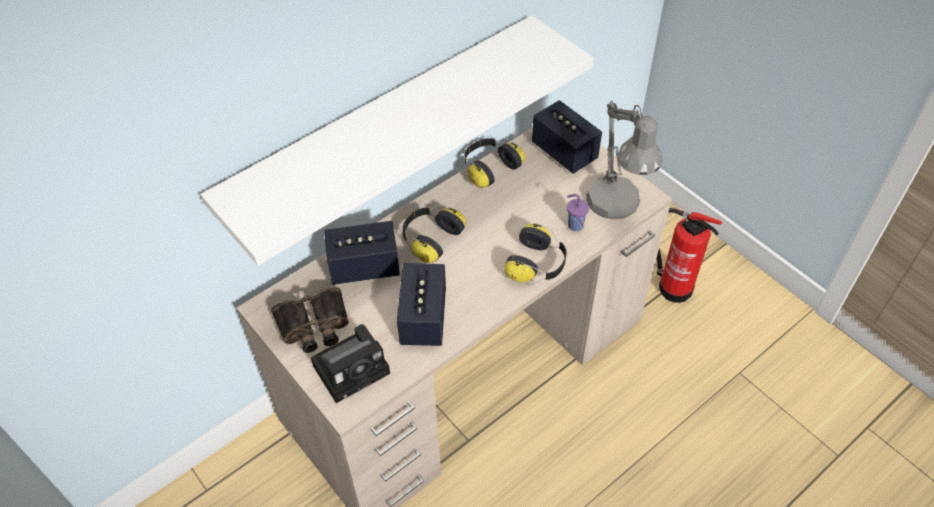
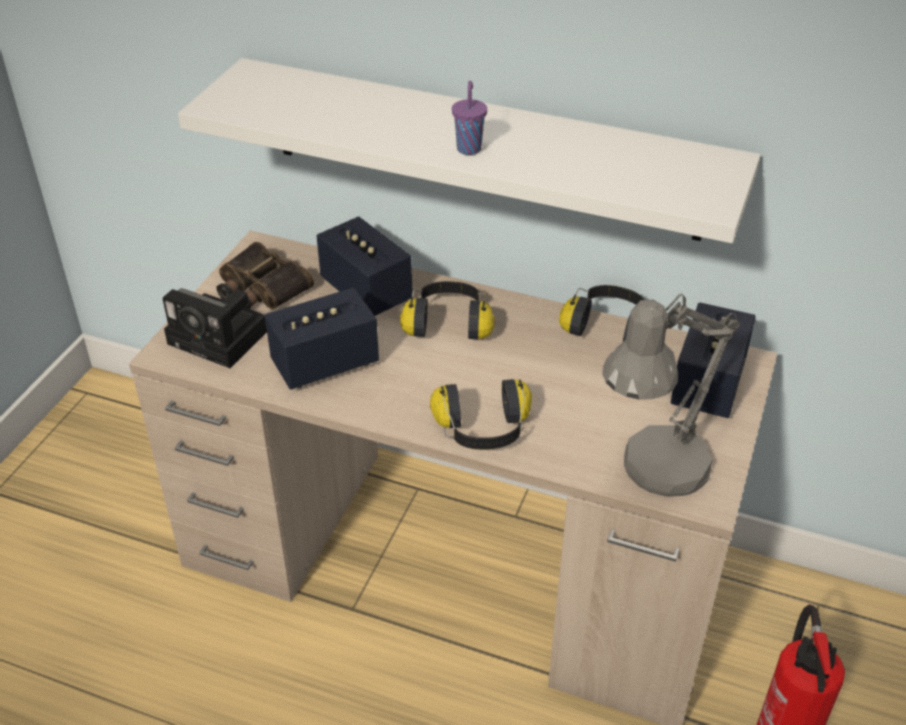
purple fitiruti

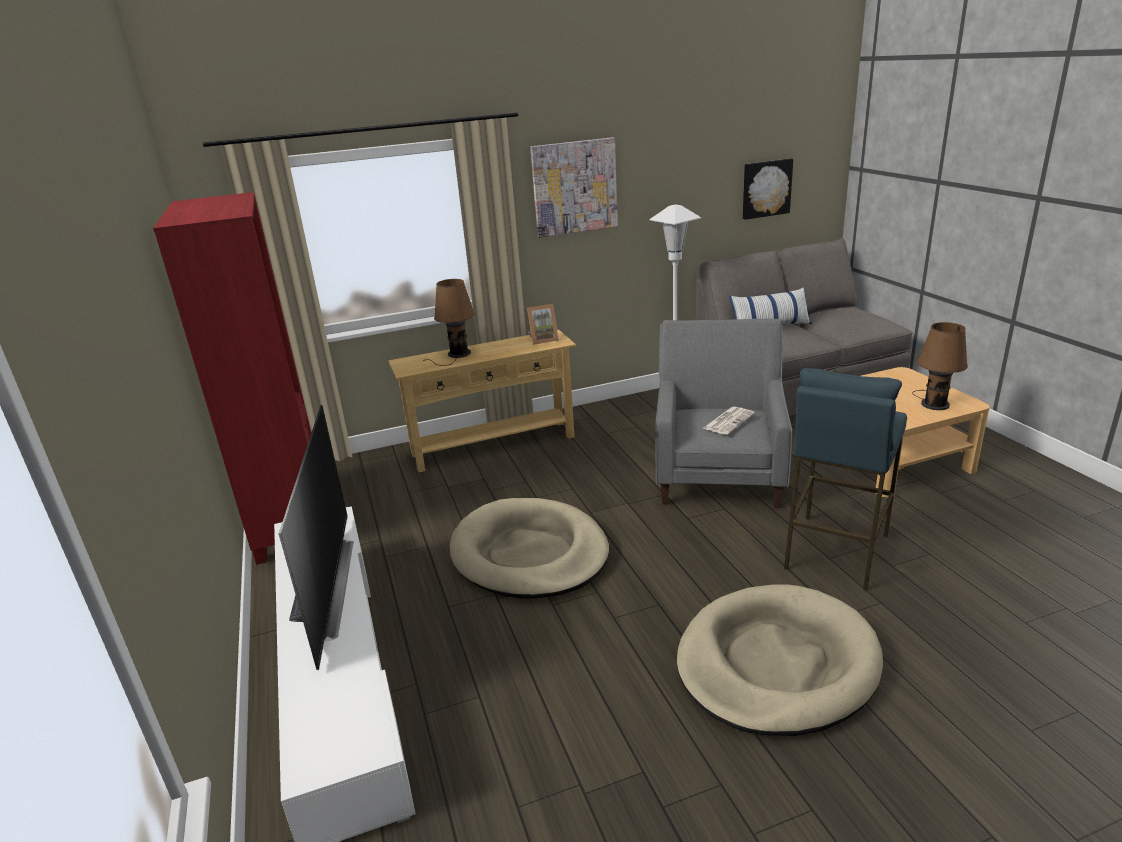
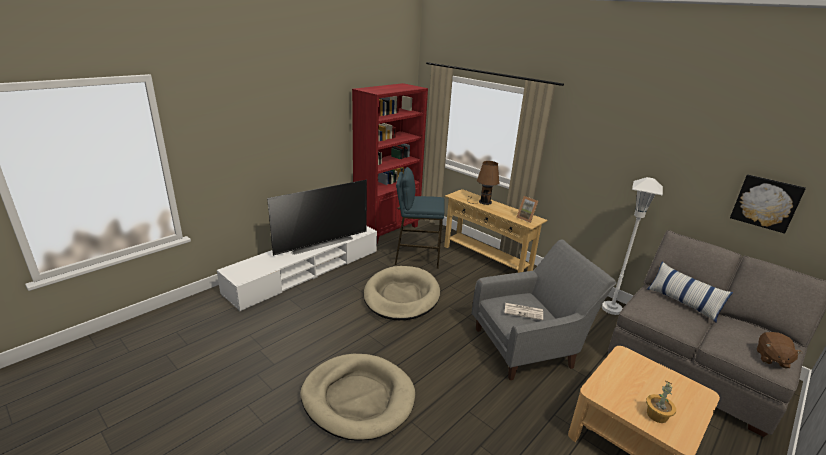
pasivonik (1st from left in the first image); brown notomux; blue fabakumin; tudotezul

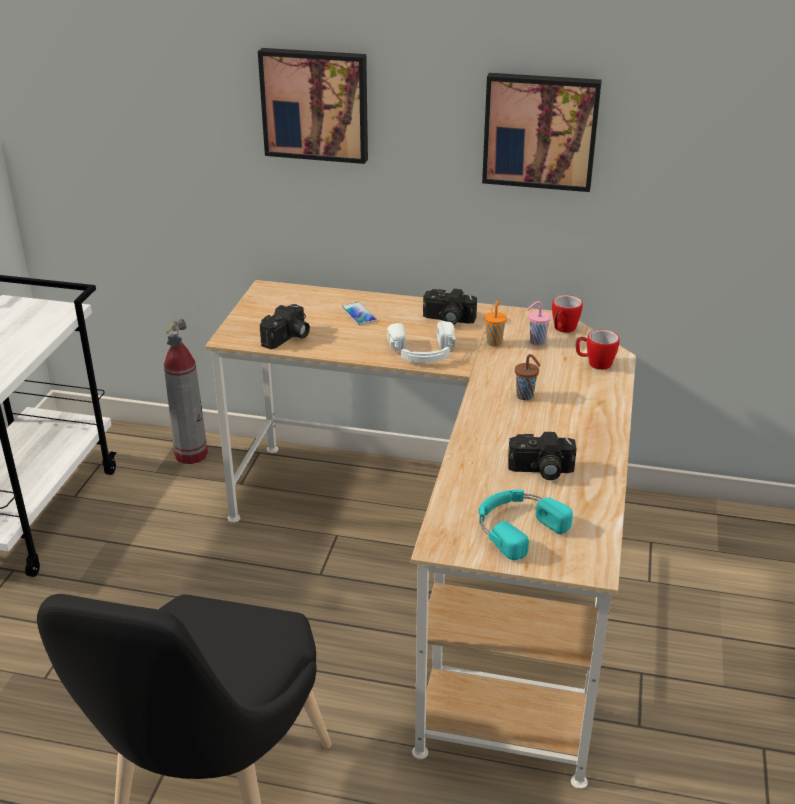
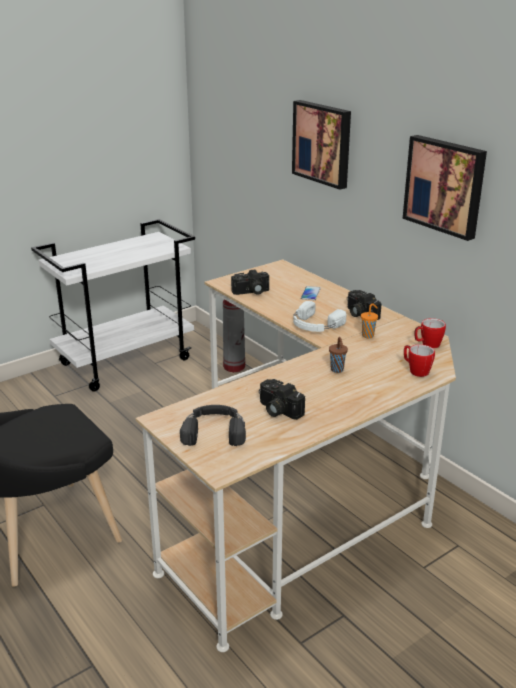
pink fitiruti; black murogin

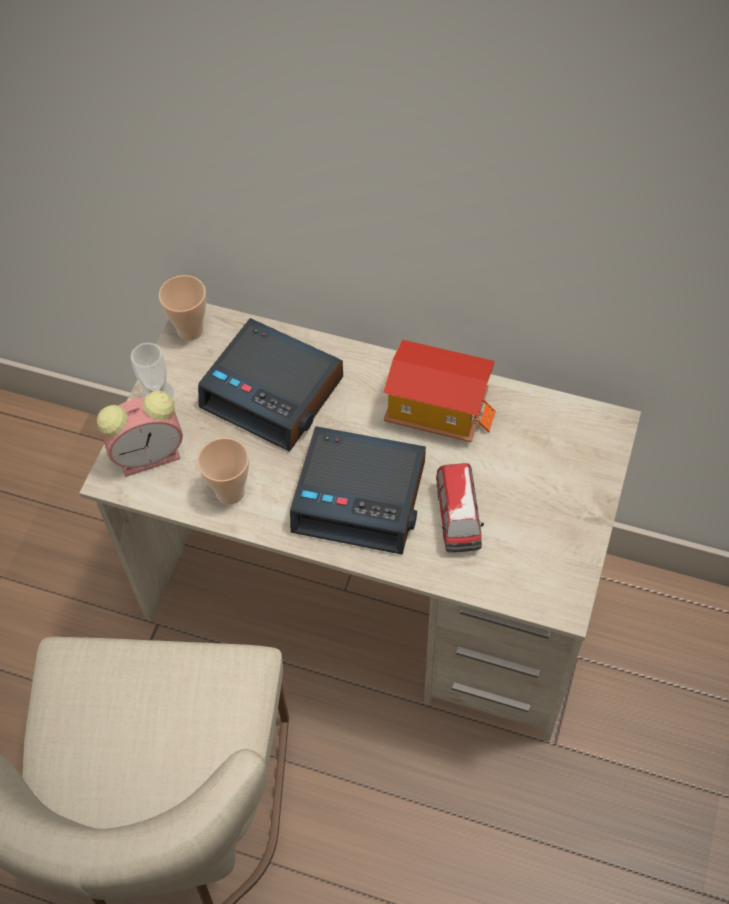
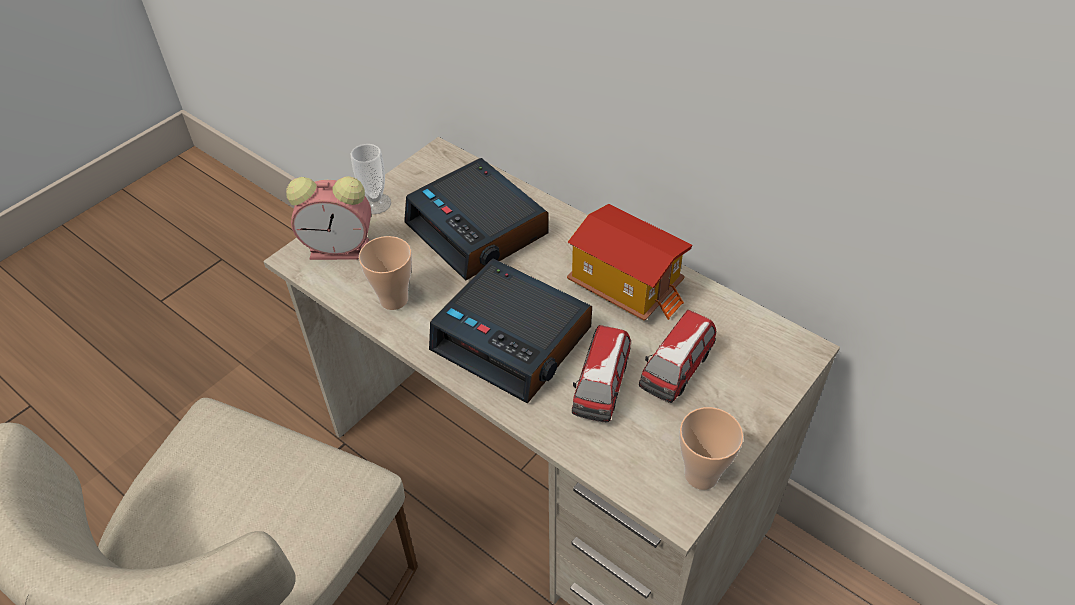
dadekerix (2nd from left); fitiruti (3rd from left)

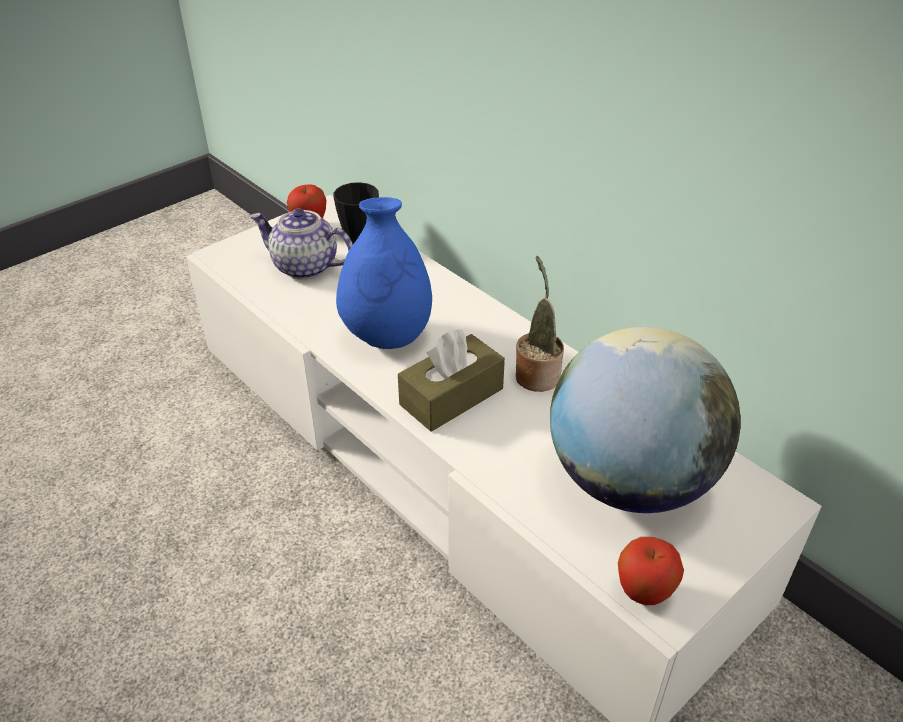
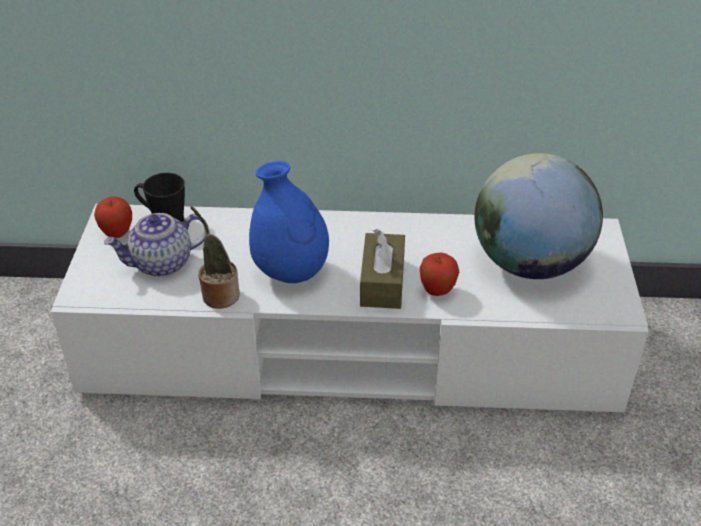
tudotezul; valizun (2nd from left)

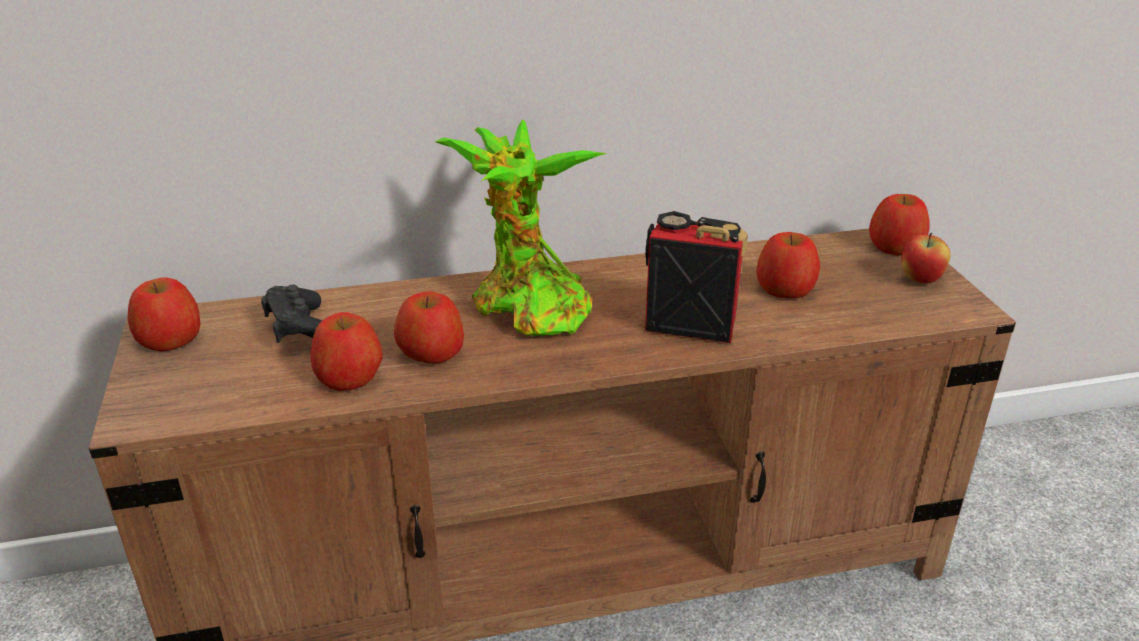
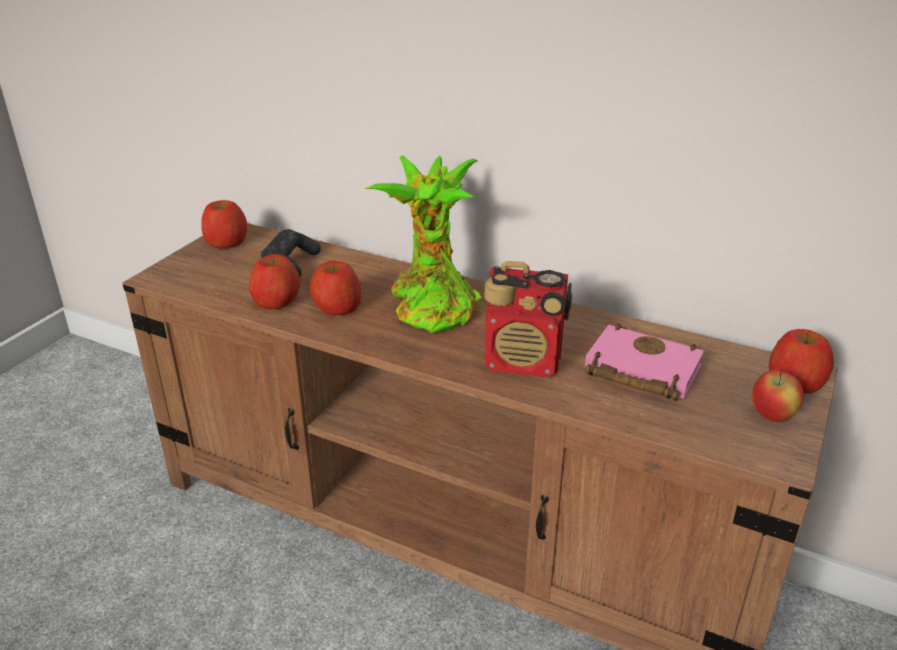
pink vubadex; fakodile

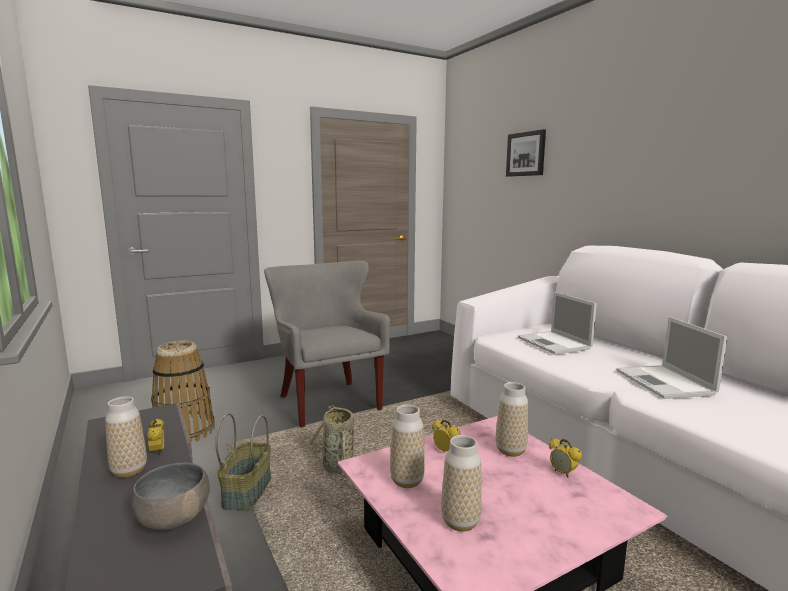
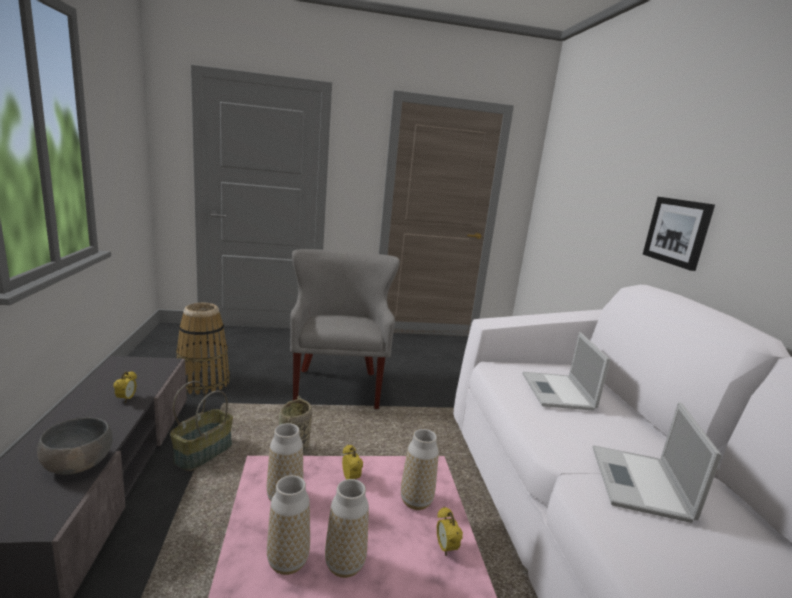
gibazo (3rd from left); pasivonik

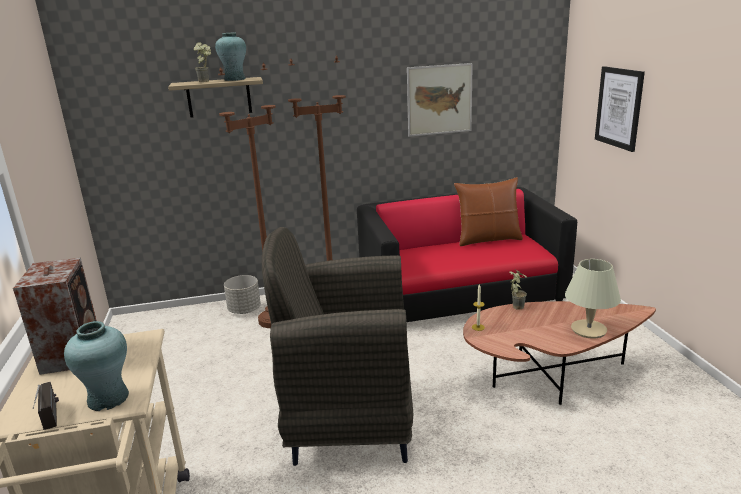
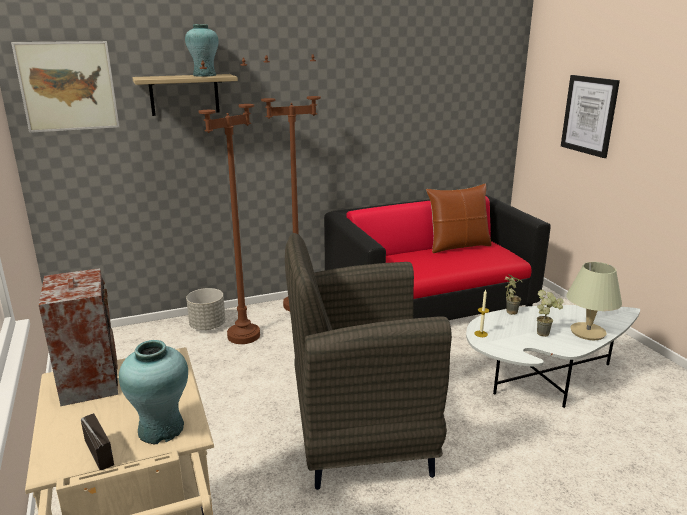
tudotezul (2nd from left); pasivonik (1st from left); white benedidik

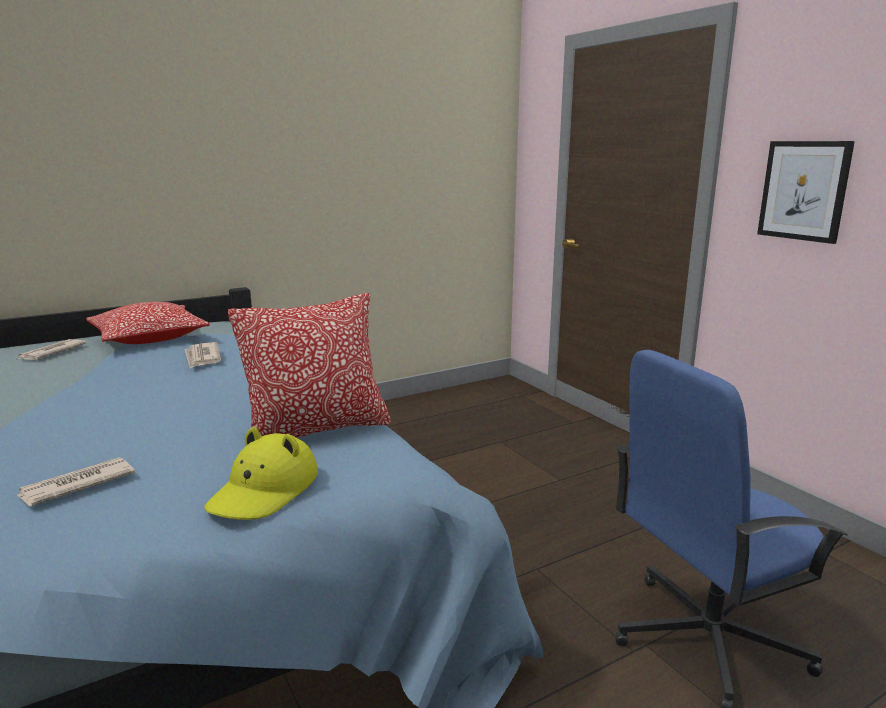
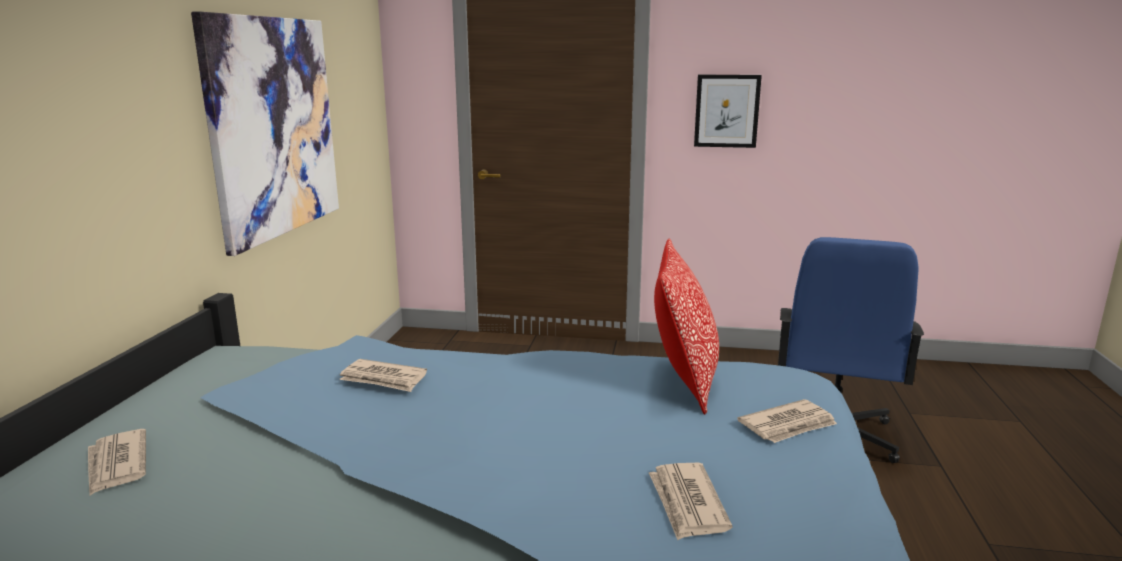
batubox (1st from left in the first image); pasivonik (1st from left); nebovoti (4th from left)

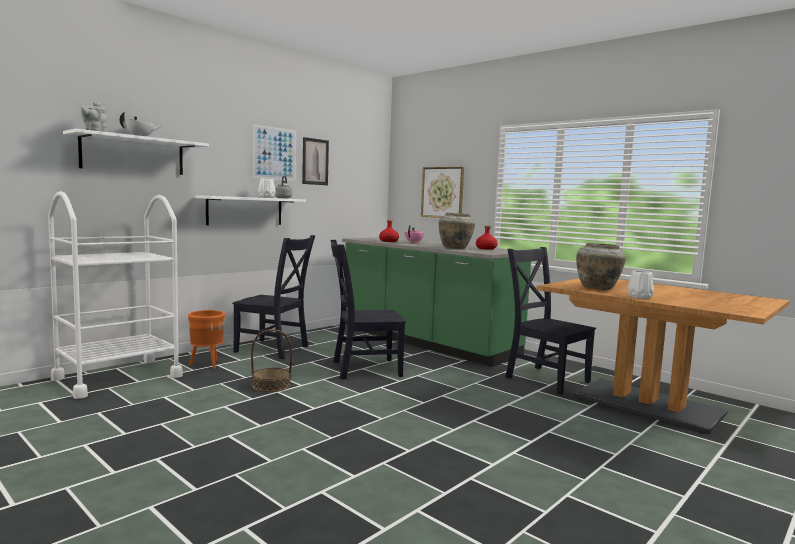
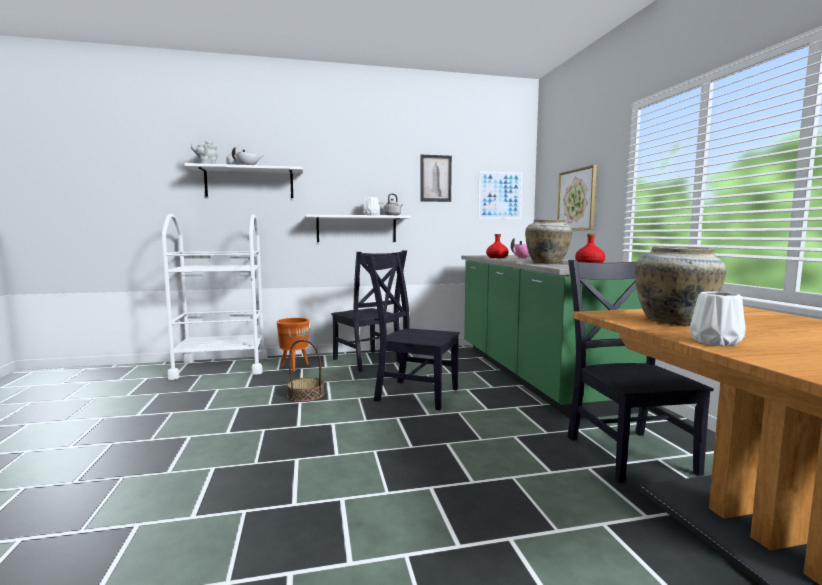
pasivonik (2nd from left)

